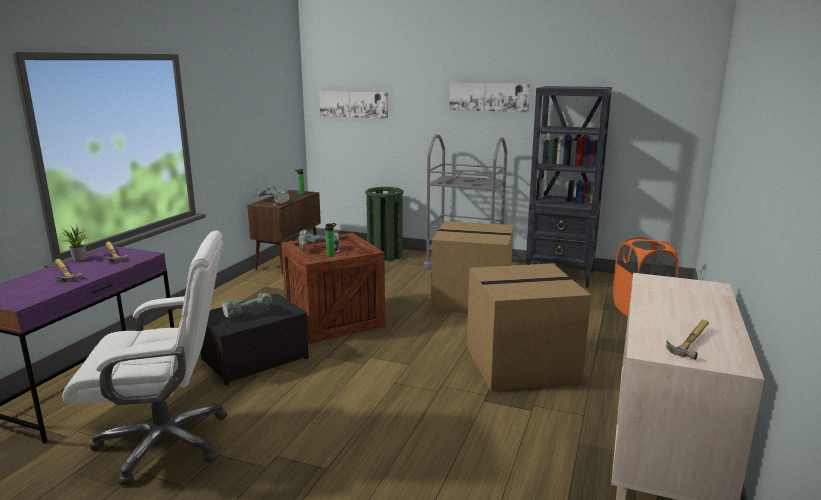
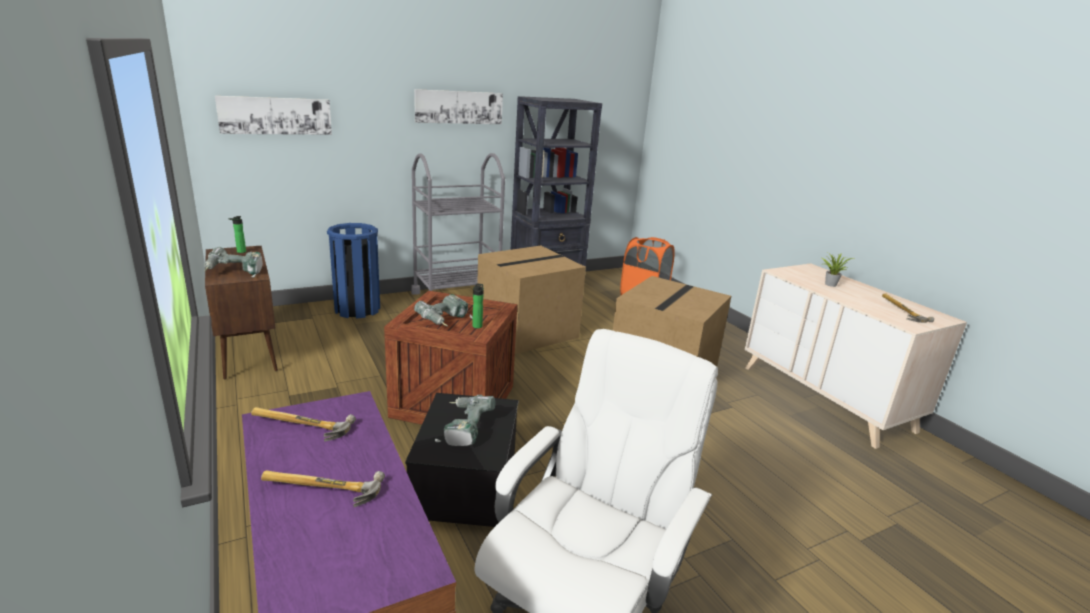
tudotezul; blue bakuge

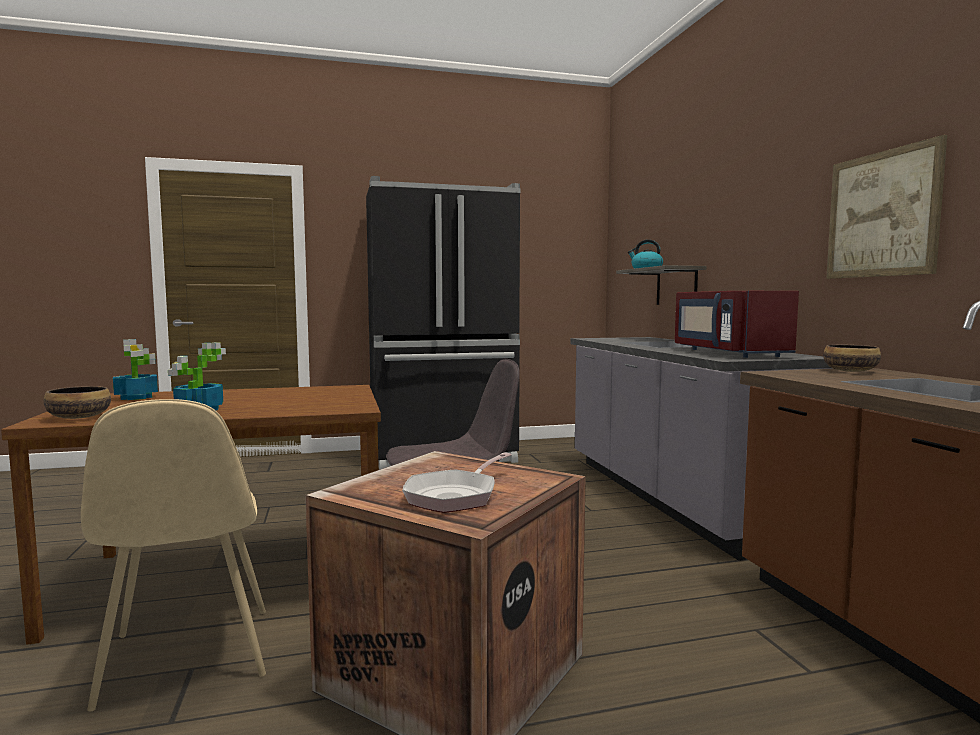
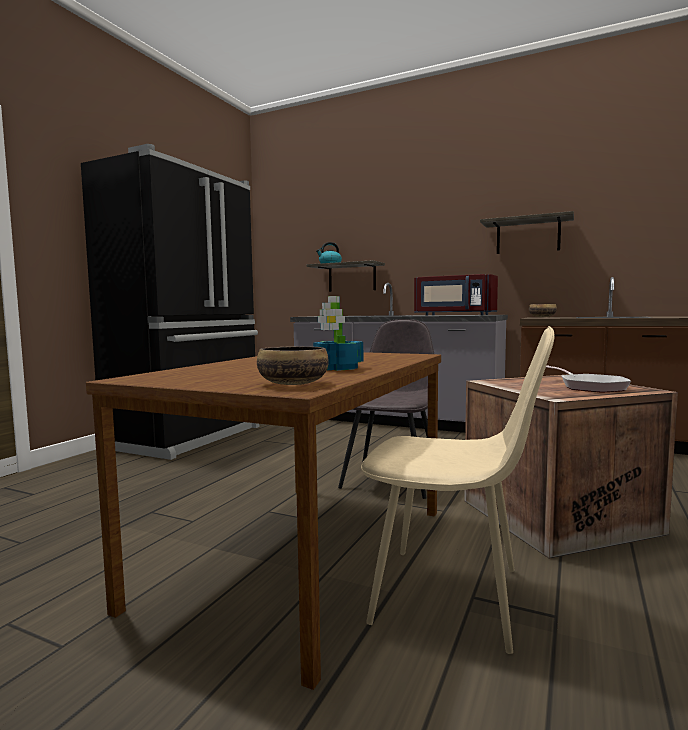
tudotezul (1st from left in the first image); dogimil (2nd from left)

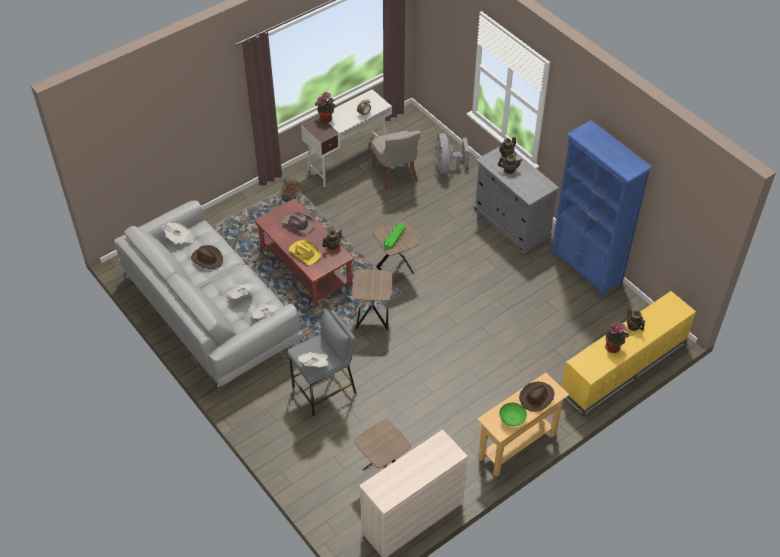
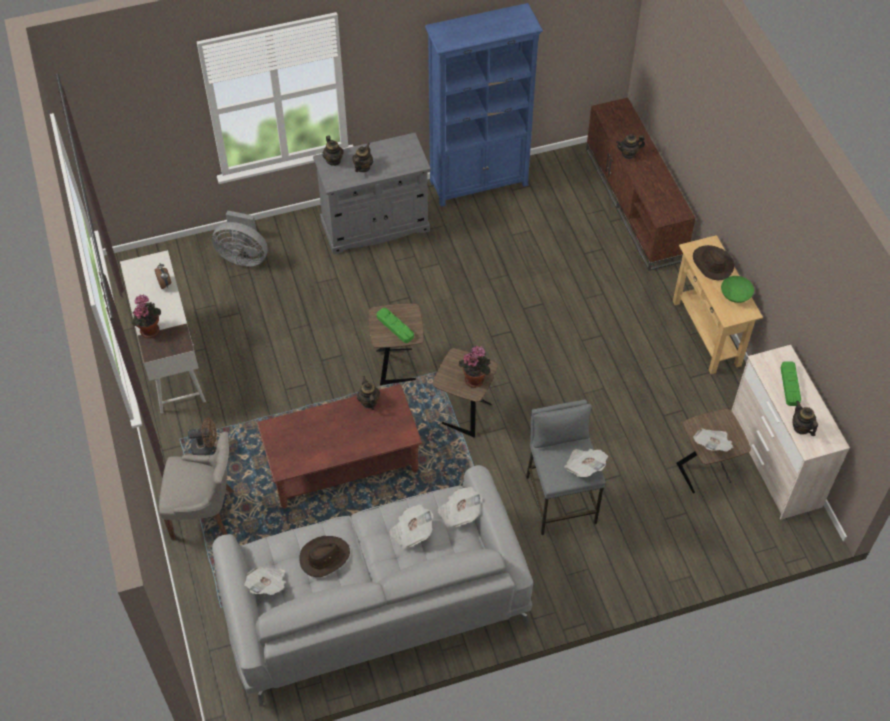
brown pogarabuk (2nd from left in the first image); yellow pogarabuk; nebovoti (5th from left); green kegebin (2nd from left); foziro (5th from left); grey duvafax; tudotezul (2nd from left); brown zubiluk

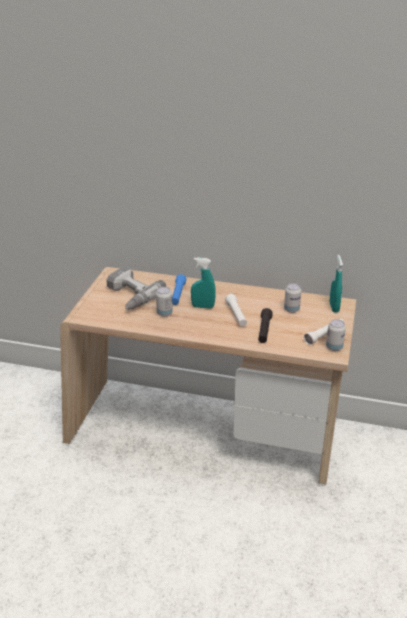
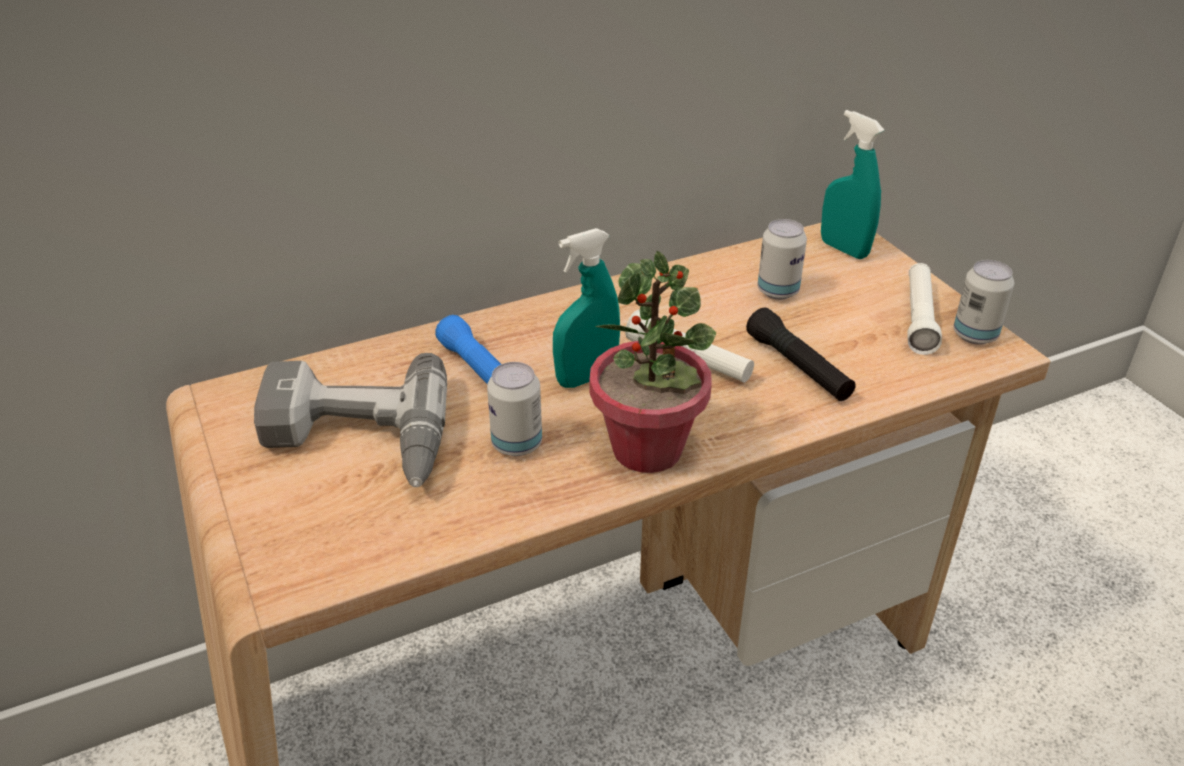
tudotezul

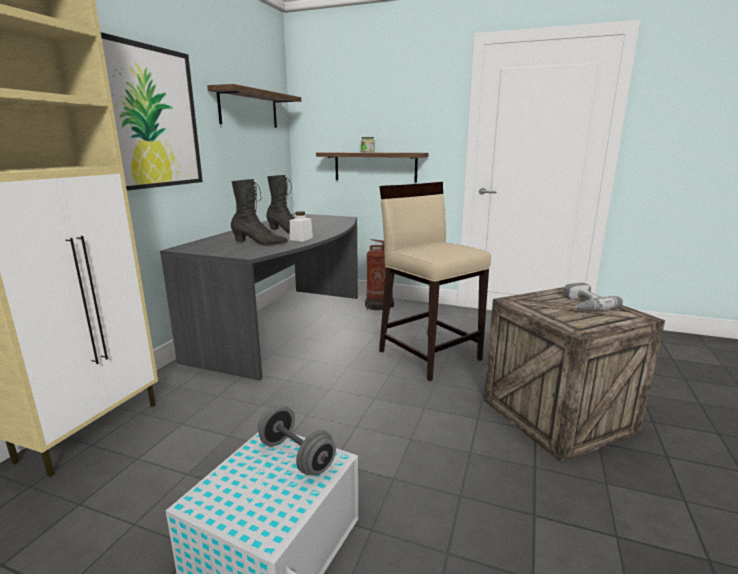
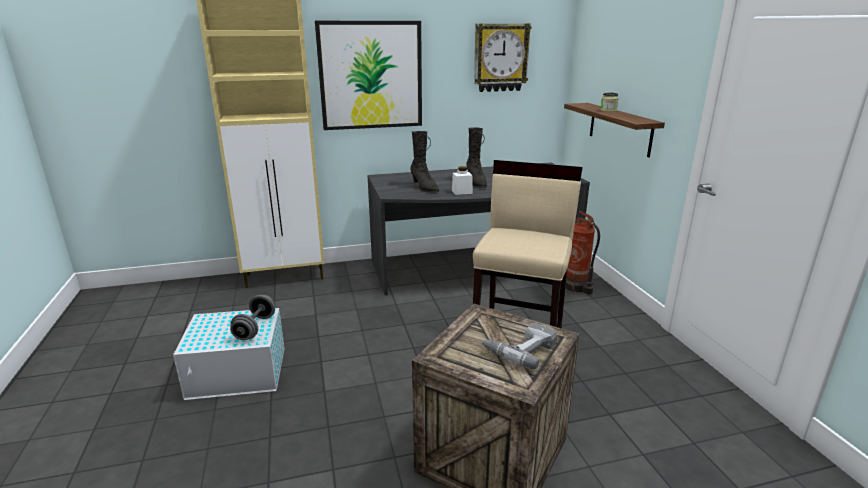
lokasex

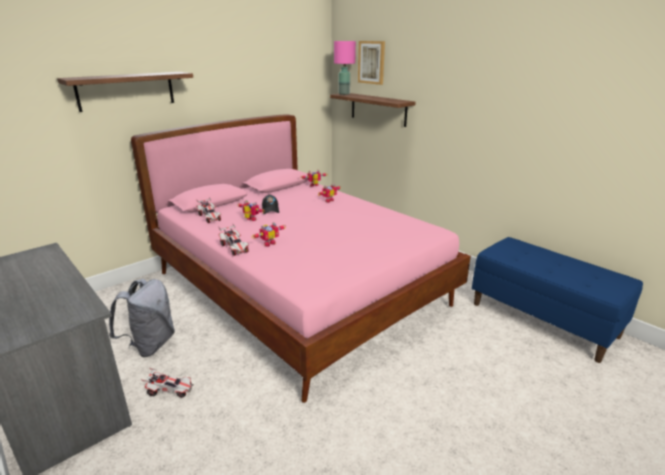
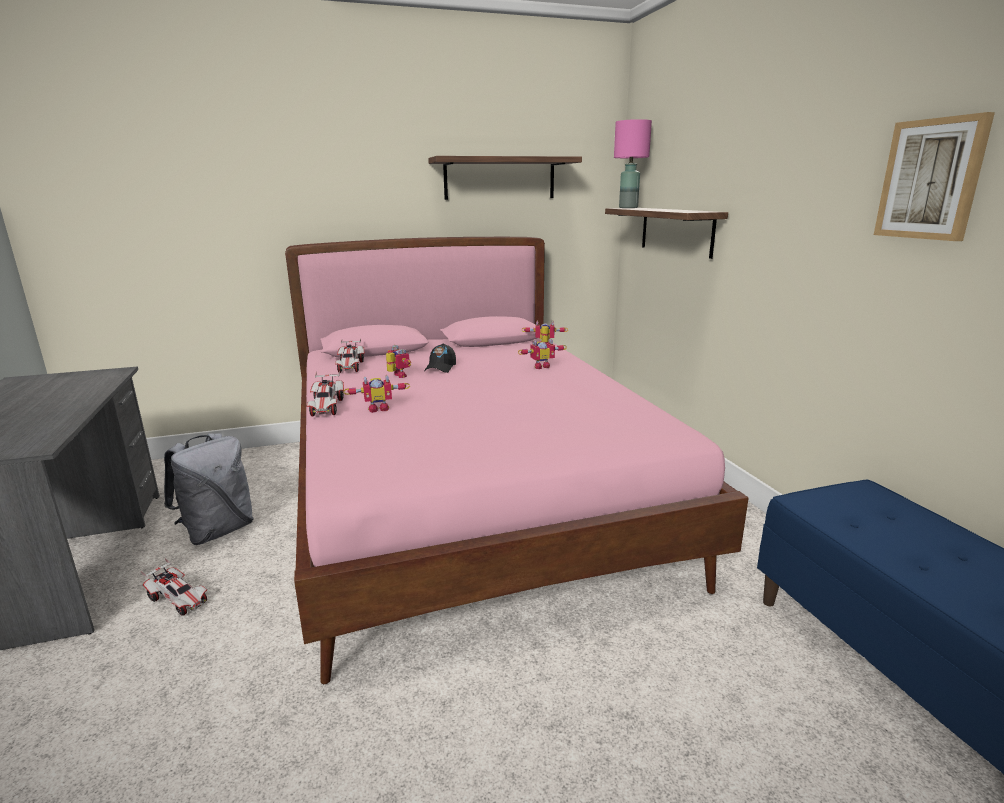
dogimil (1st from left); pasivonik

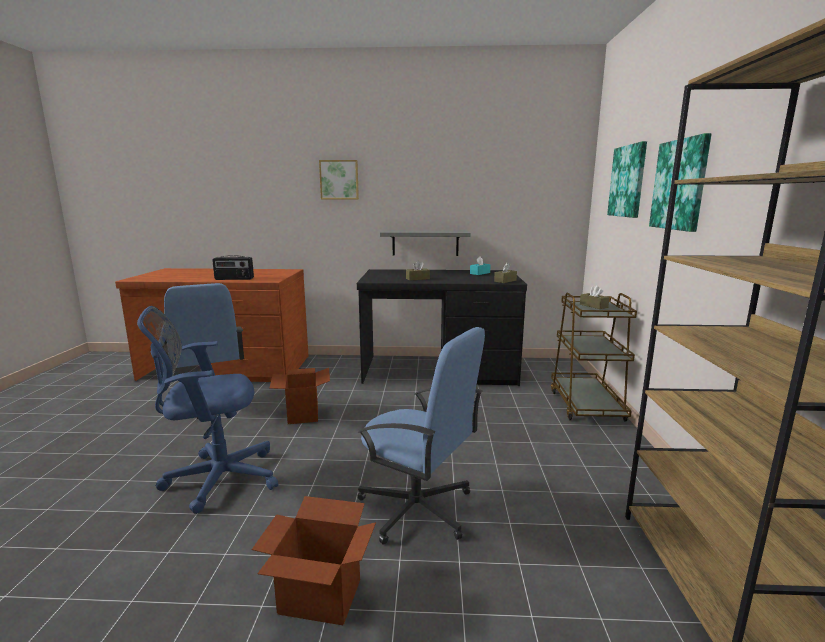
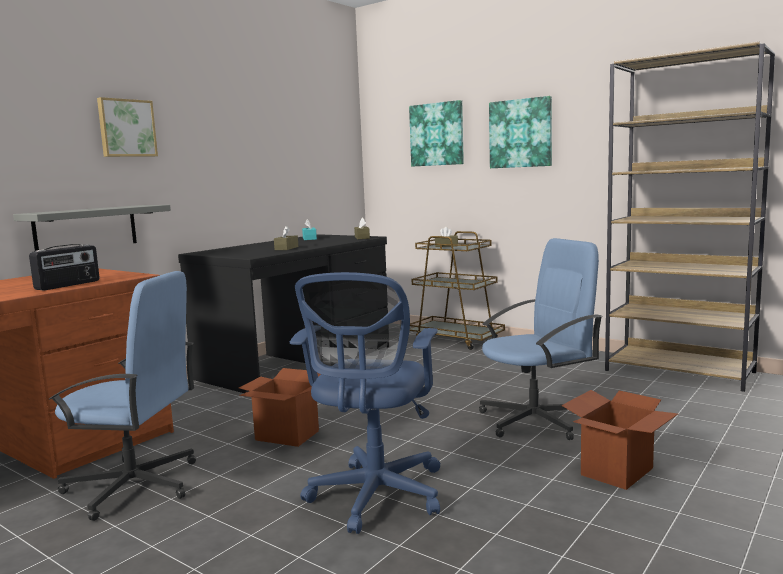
grey dogimil

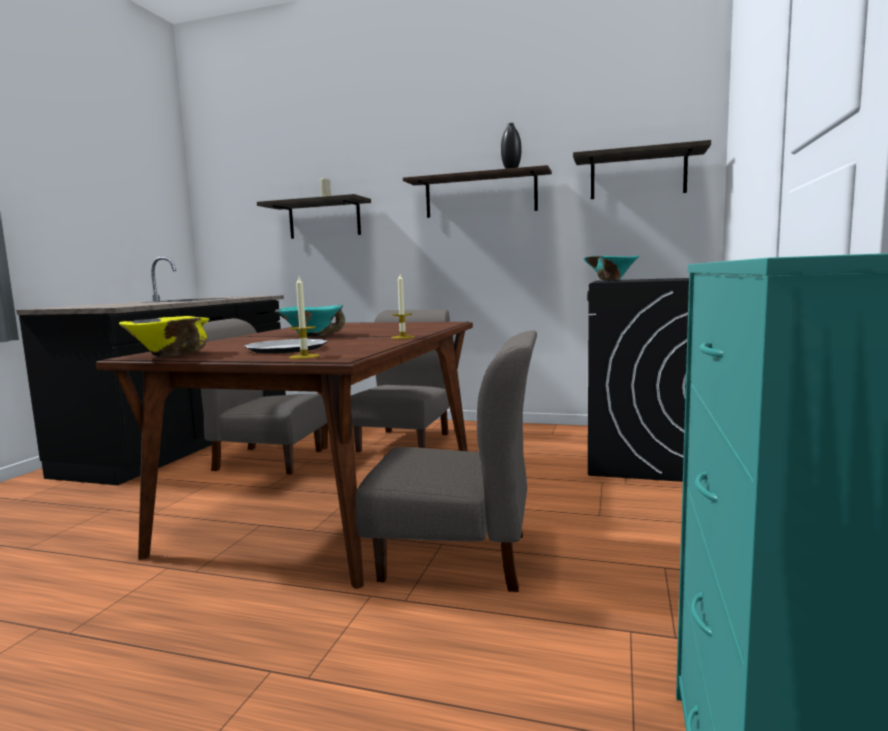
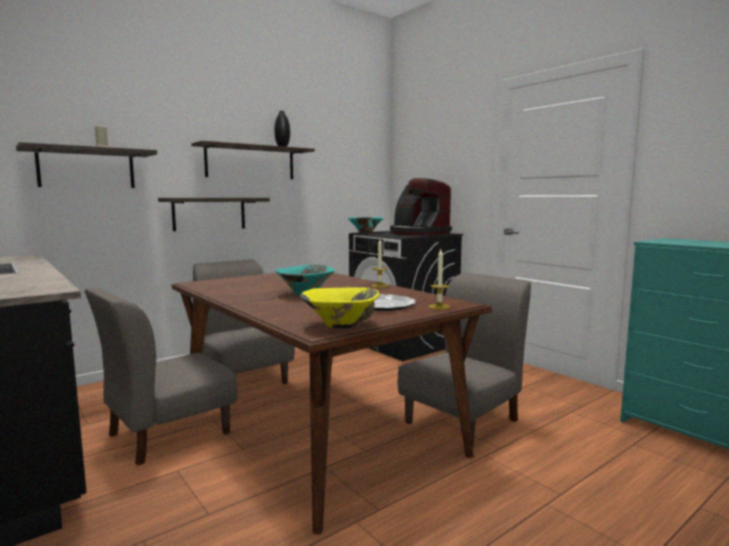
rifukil; dogimil (2nd from left)

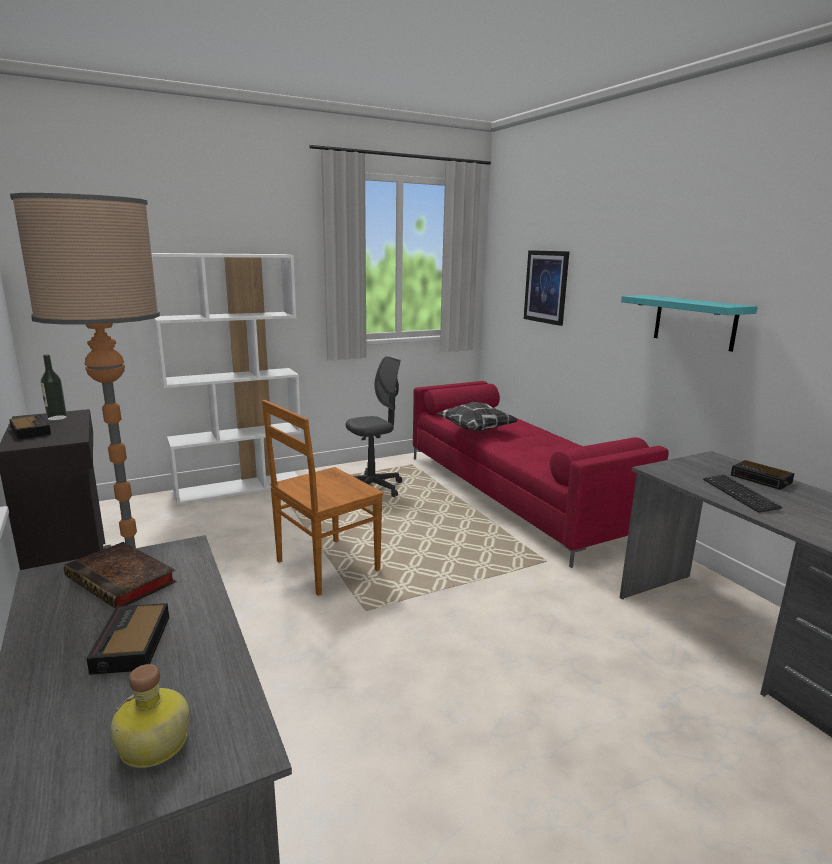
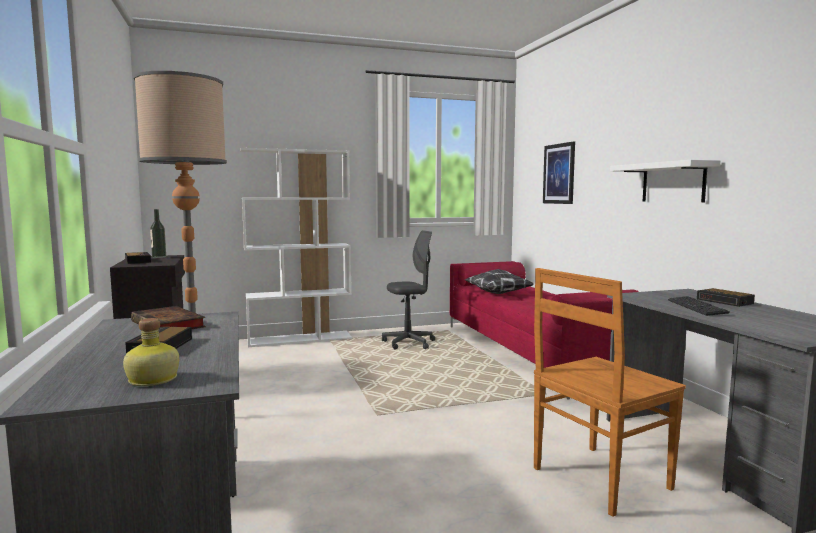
brown duvafax; white dogimil

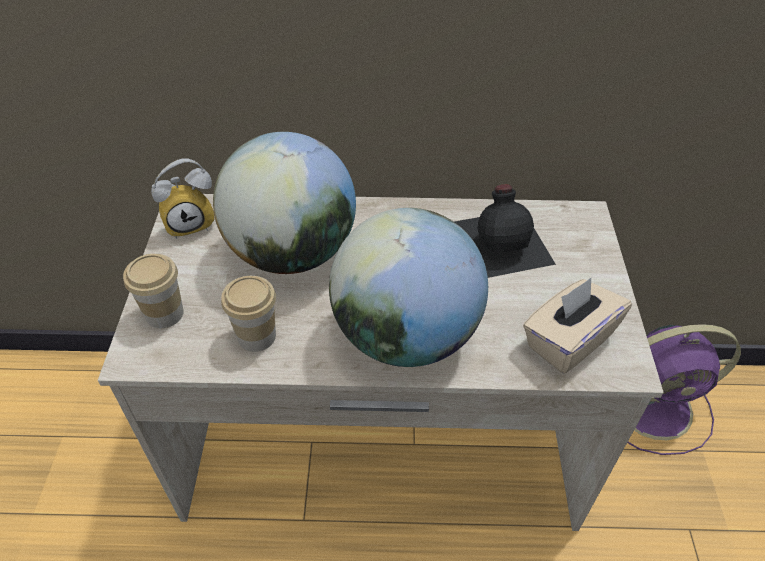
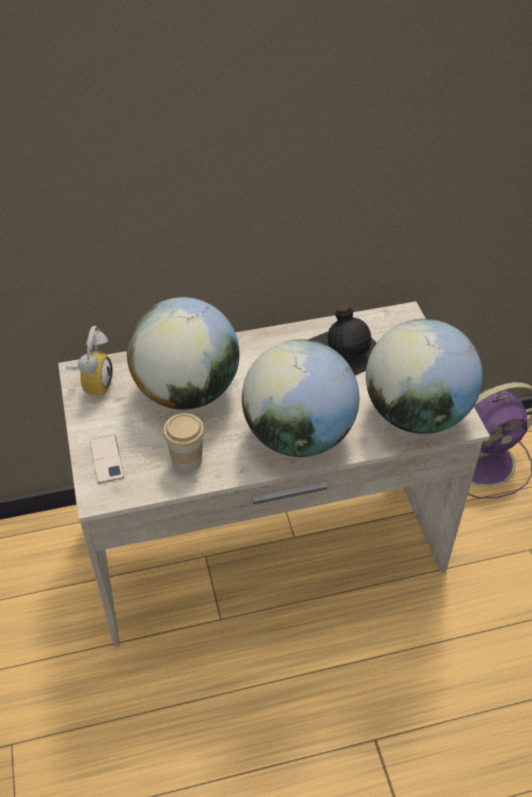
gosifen; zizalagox (3rd from left); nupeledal

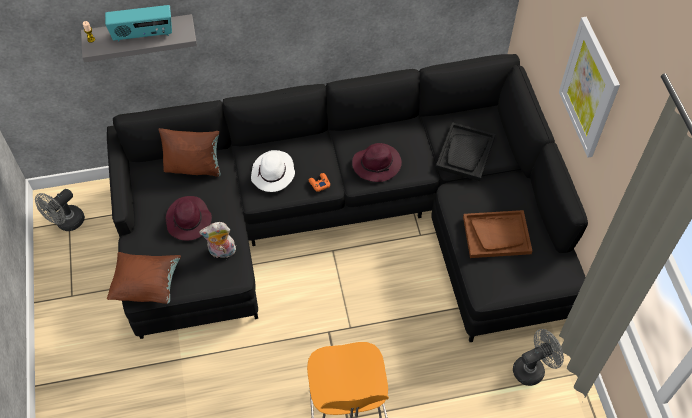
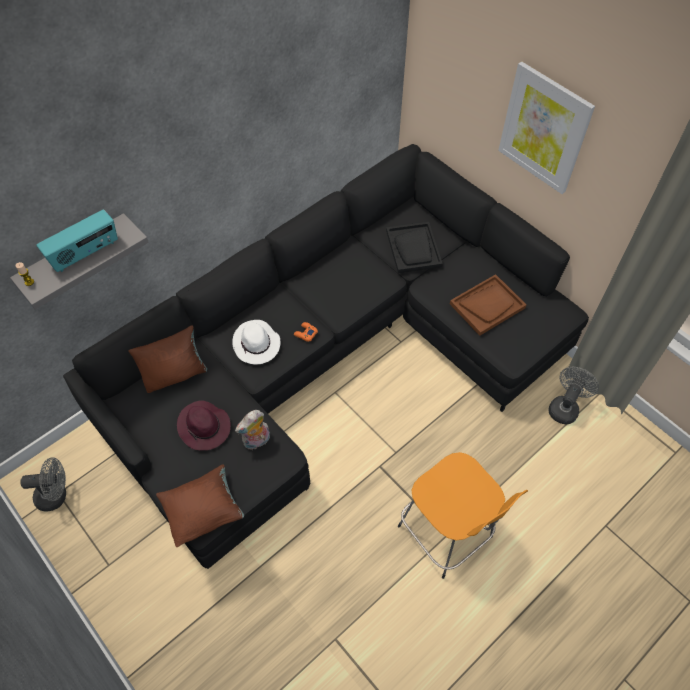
purple pogarabuk (2nd from left in the first image); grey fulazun (1st from left)

